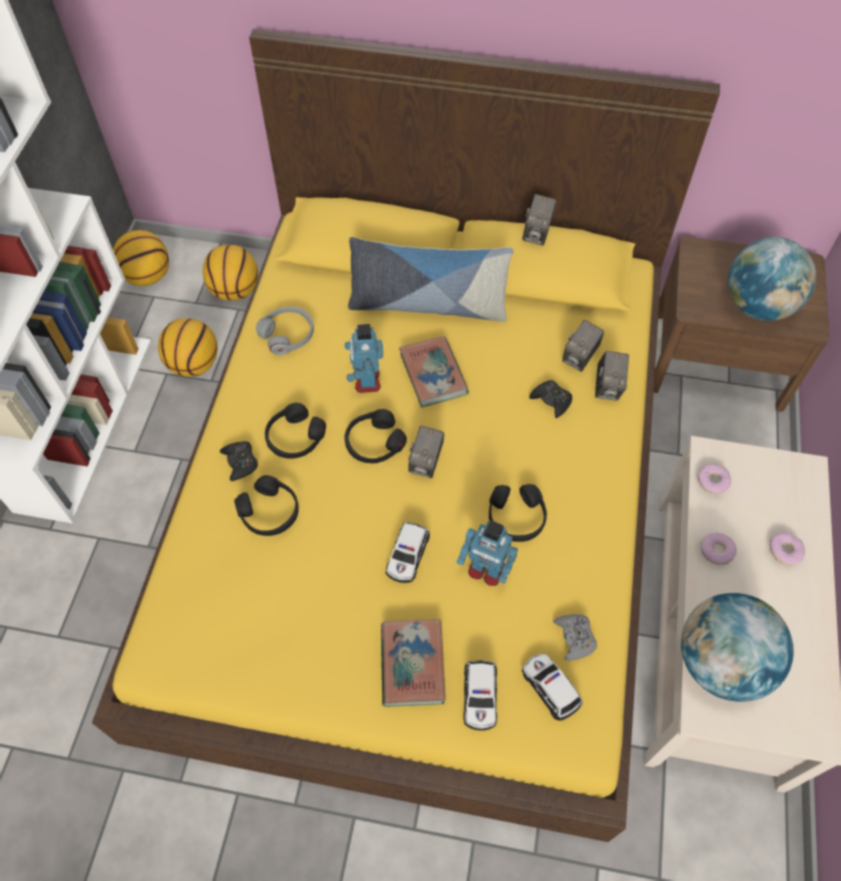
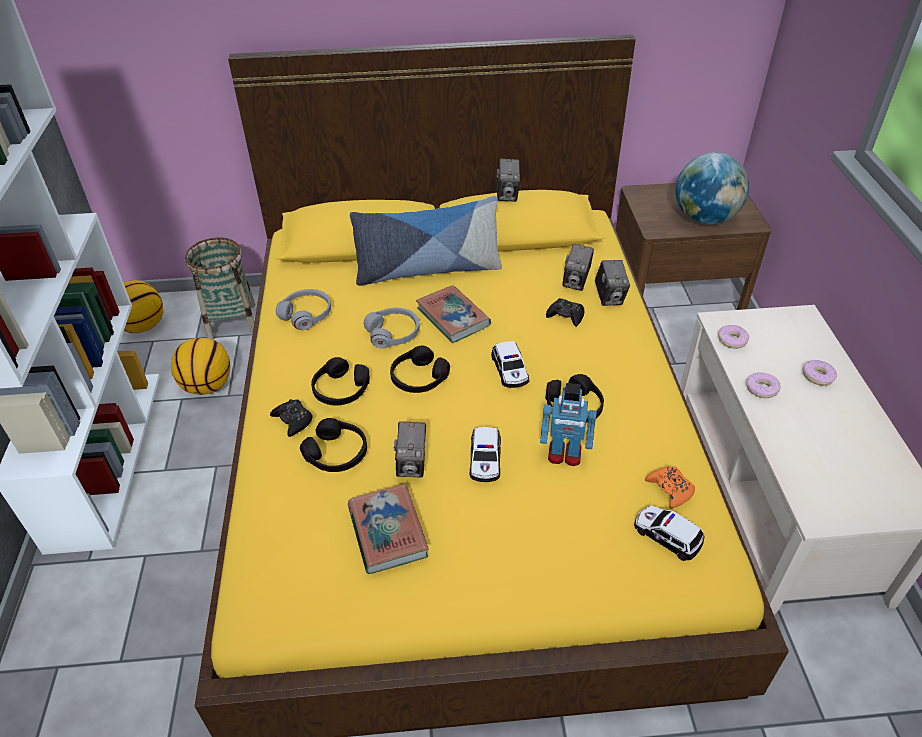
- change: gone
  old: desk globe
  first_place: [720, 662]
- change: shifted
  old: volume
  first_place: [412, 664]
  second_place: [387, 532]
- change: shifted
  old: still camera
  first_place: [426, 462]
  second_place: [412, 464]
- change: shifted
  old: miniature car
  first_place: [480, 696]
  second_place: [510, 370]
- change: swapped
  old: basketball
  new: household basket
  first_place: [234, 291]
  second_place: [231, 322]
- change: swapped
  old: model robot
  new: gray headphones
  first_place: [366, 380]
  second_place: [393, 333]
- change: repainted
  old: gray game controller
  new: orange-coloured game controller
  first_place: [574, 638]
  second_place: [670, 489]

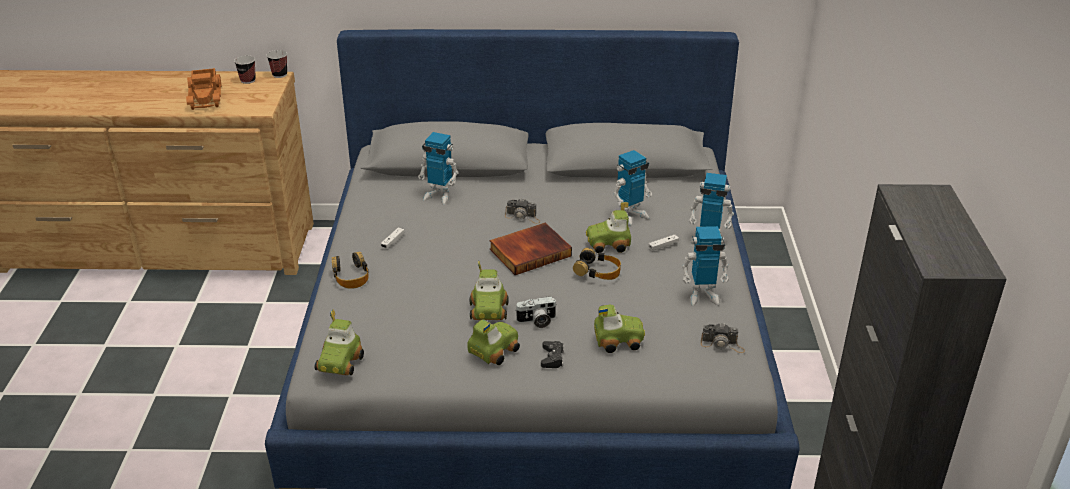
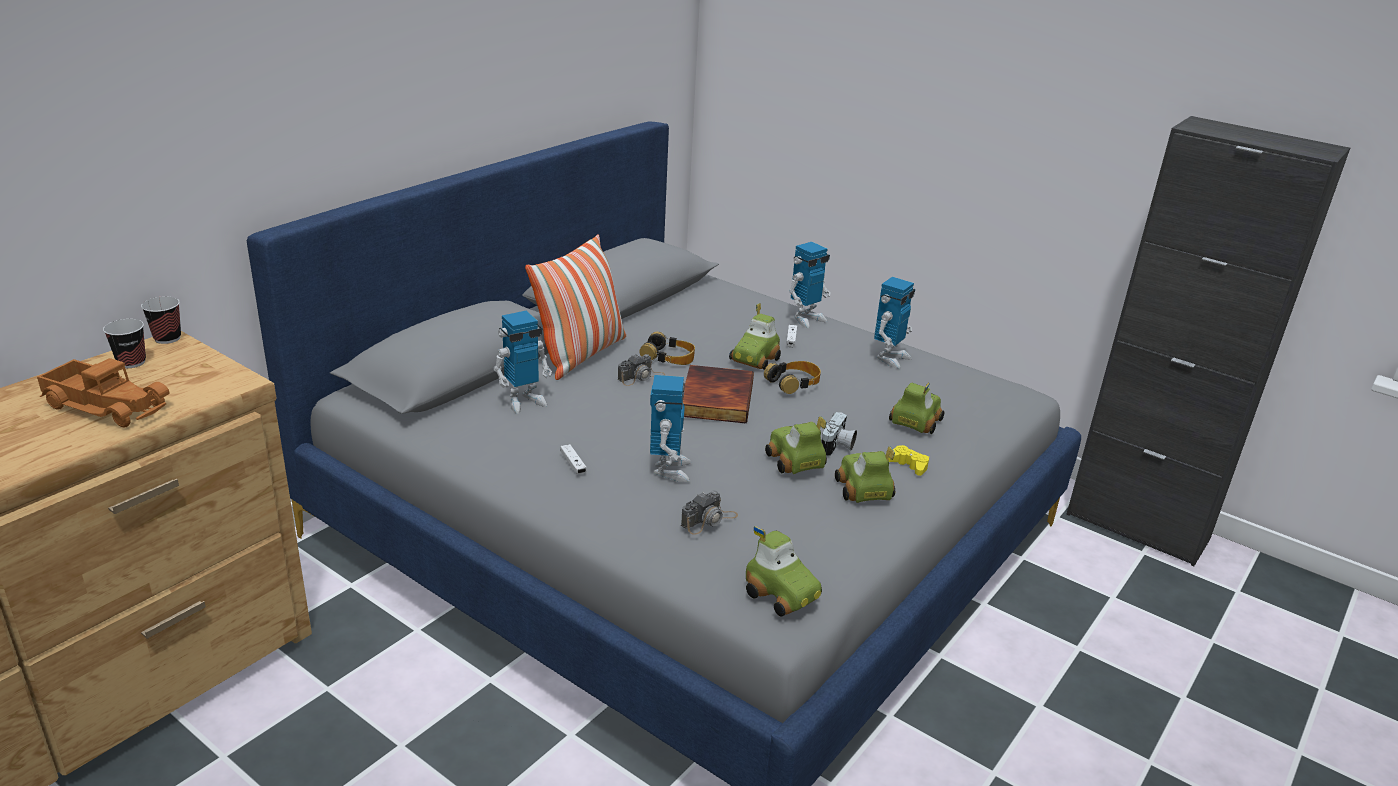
- change: new
  new: cushion
  second_place: [581, 355]
- change: shifted
  old: headphones
  first_place: [351, 276]
  second_place: [668, 357]
- change: shifted
  old: model robot
  first_place: [631, 215]
  second_place: [669, 470]
- change: shifted
  old: still camera
  first_place: [722, 344]
  second_place: [709, 520]
- change: repainted
  old: blackish game controller
  new: yellow-coloured game controller
  first_place: [552, 358]
  second_place: [908, 465]
- change: rotated
  old: miniature car
  first_place: [489, 310]
  second_place: [794, 461]
  degrees: -150

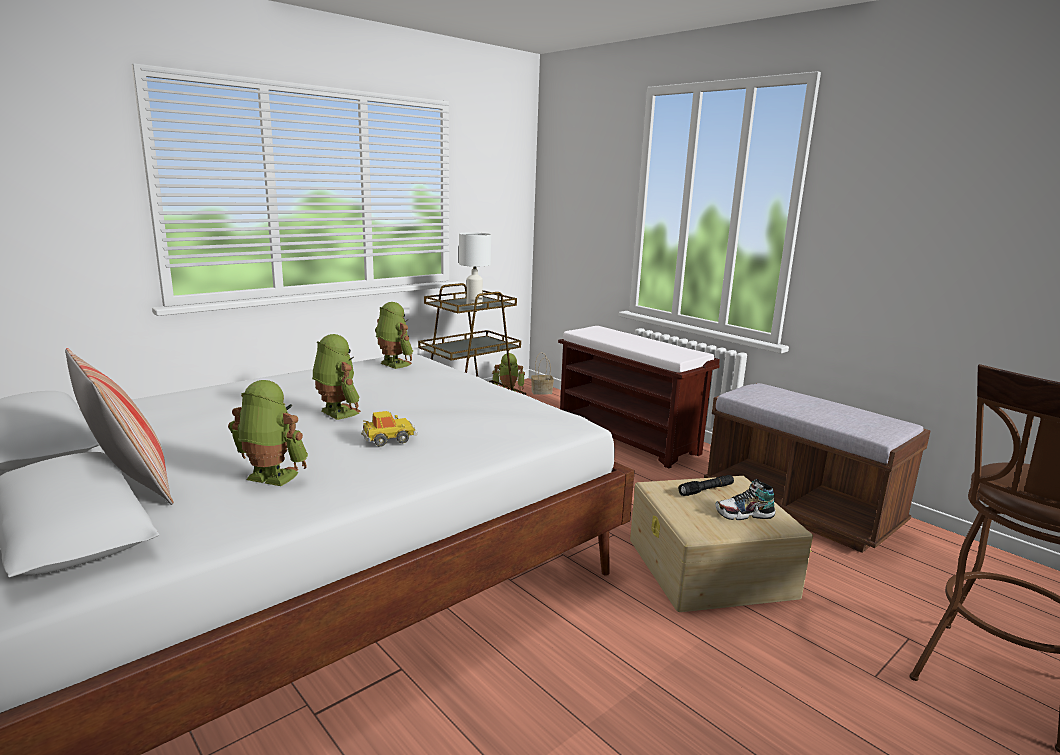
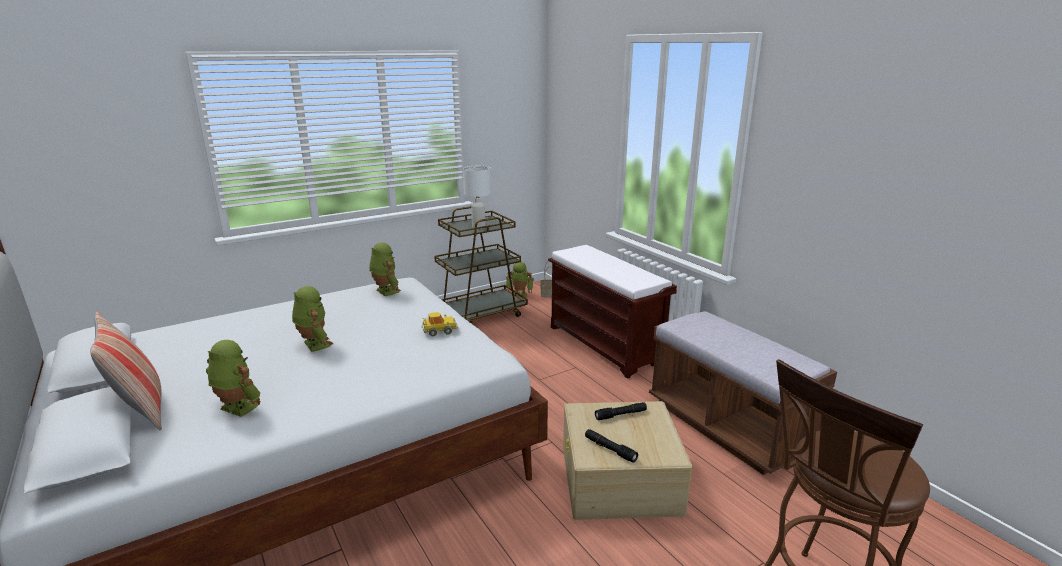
- change: gone
  old: item of footwear
  first_place: [744, 515]
- change: new
  new: blackish flashlight
  second_place: [610, 449]
- change: shifted
  old: miniature car
  first_place: [389, 439]
  second_place: [439, 331]

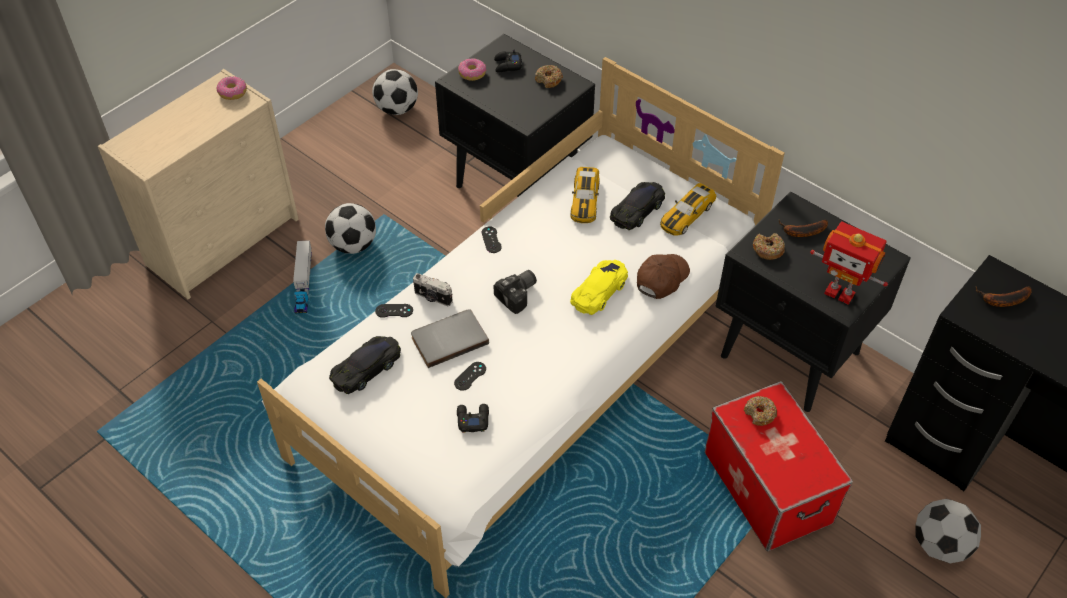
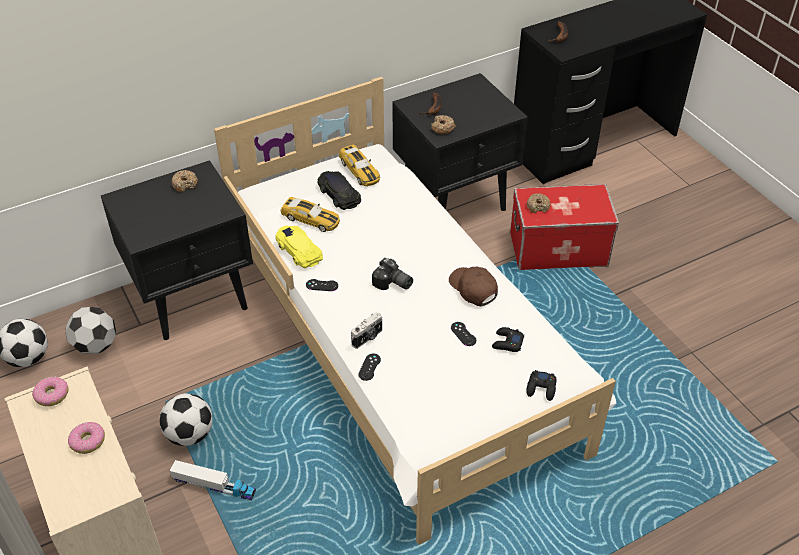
- change: gone
  old: blackish miniature car
  first_place: [367, 368]
- change: gone
  old: gray volume
  first_place: [448, 338]
- change: gone
  old: model robot
  first_place: [840, 292]
- change: shifted
  old: donut
  first_place: [472, 73]
  second_place: [88, 441]
- change: shifted
  old: blackish game controller
  first_place: [507, 65]
  second_place: [541, 388]
- change: shifted
  old: yellow-coloured miniature car
  first_place: [600, 290]
  second_place: [298, 250]
- change: shifted
  old: brown peaked cap
  first_place: [661, 279]
  second_place: [473, 289]
- change: shifted
  old: football ball
  first_place: [939, 545]
  second_place: [96, 346]
- change: rotated
  old: still camera
  first_place: [519, 295]
  second_place: [392, 284]
  degrees: 150

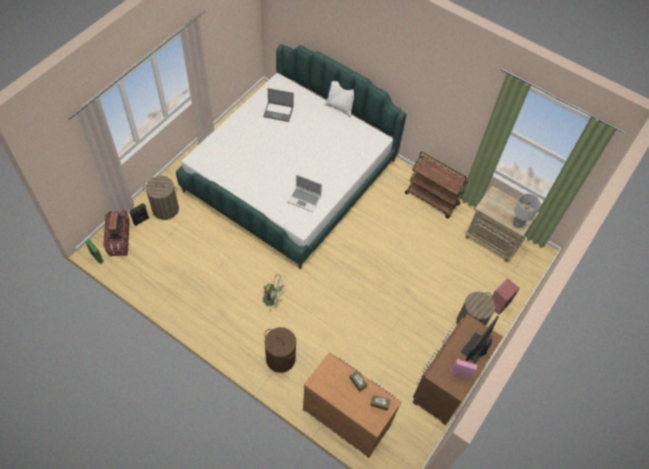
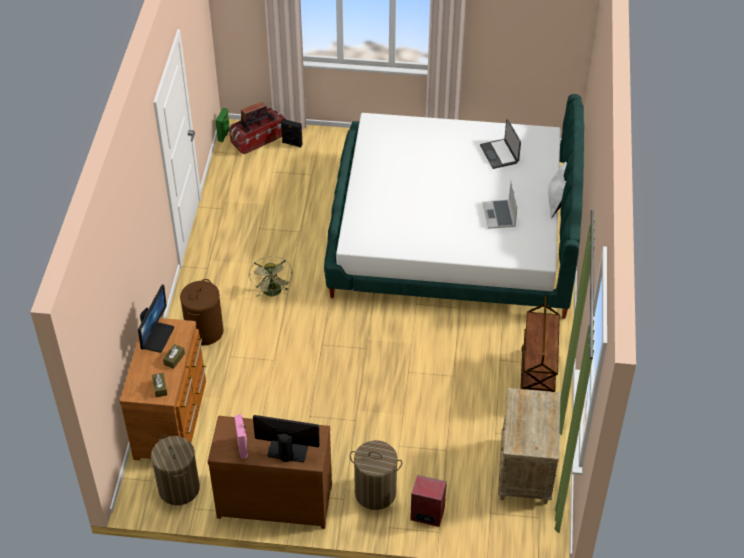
- change: gone
  old: gray tabletop lamp
  first_place: [518, 224]
- change: new
  new: computer screen
  second_place: [156, 336]
- change: shifted
  old: washing basket
  first_place: [165, 209]
  second_place: [179, 488]
- change: shifted
  old: laptop
  first_place: [304, 199]
  second_place: [499, 215]

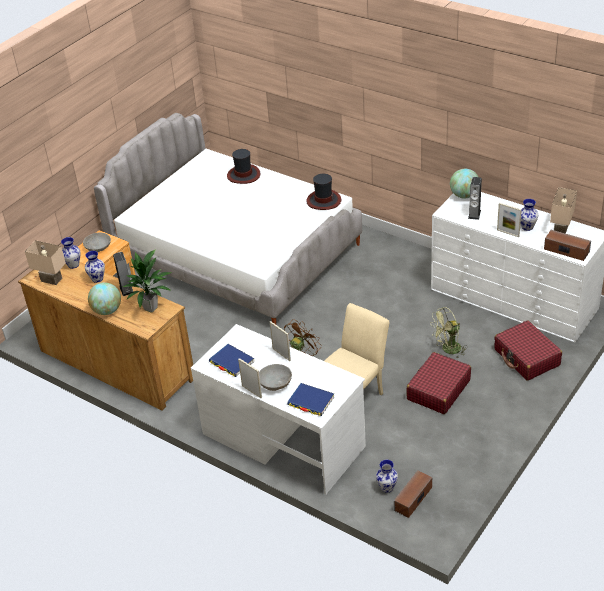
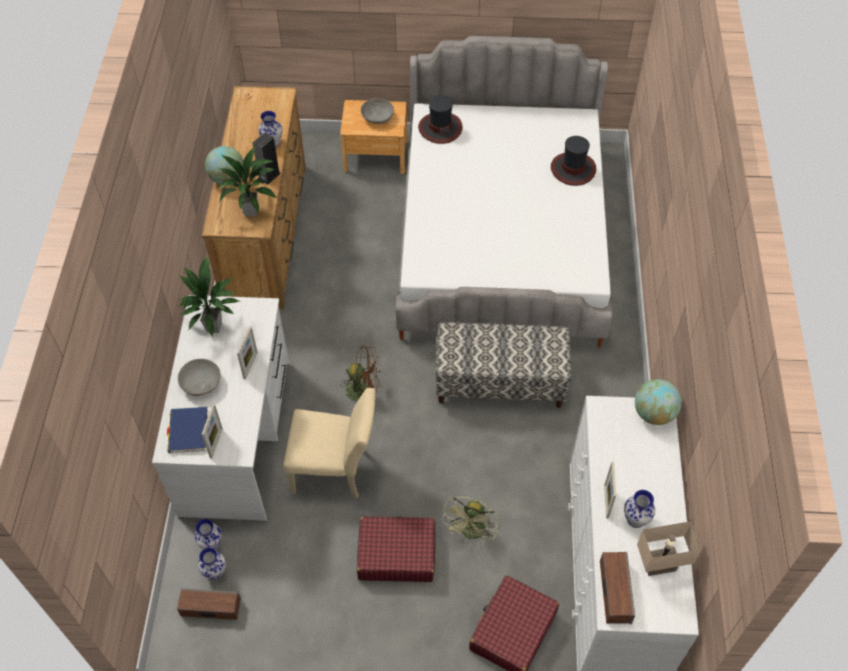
- change: gone
  old: beige tabletop lamp
  first_place: [50, 280]
- change: gone
  old: audio speaker
  first_place: [474, 214]
- change: new
  new: long seat
  second_place: [500, 382]
- change: shifted
  old: decorative vase
  first_place: [73, 265]
  second_place: [211, 544]
- change: shifted
  old: picture frame
  first_place: [252, 391]
  second_place: [216, 443]
- change: shifted
  old: clothing hat
  first_place: [323, 200]
  second_place: [440, 128]
- change: swapped
  old: bluish volume
  new: plant in a pot
  first_place: [231, 362]
  second_place: [214, 326]
- change: rotated
  old: green-coloured fan
  first_place: [448, 350]
  second_place: [472, 533]
  degrees: -105

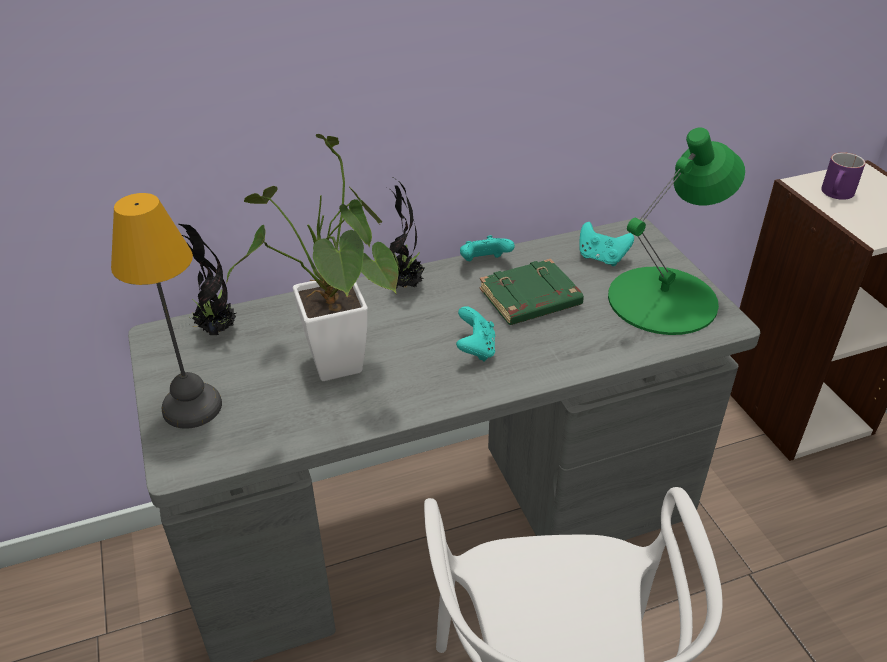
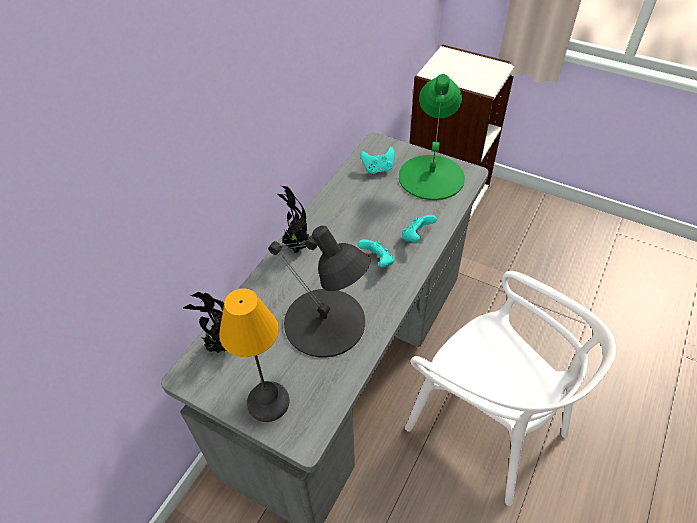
- change: gone
  old: green-coloured volume
  first_place: [530, 299]
- change: gone
  old: purple coffee mug
  first_place: [837, 195]
- change: shifted
  old: turquoise-coloured game controller
  first_place: [484, 263]
  second_place: [416, 237]
- change: swapped
  old: plant in a pot
  new: blackish tabletop lamp
  first_place: [339, 373]
  second_place: [325, 323]

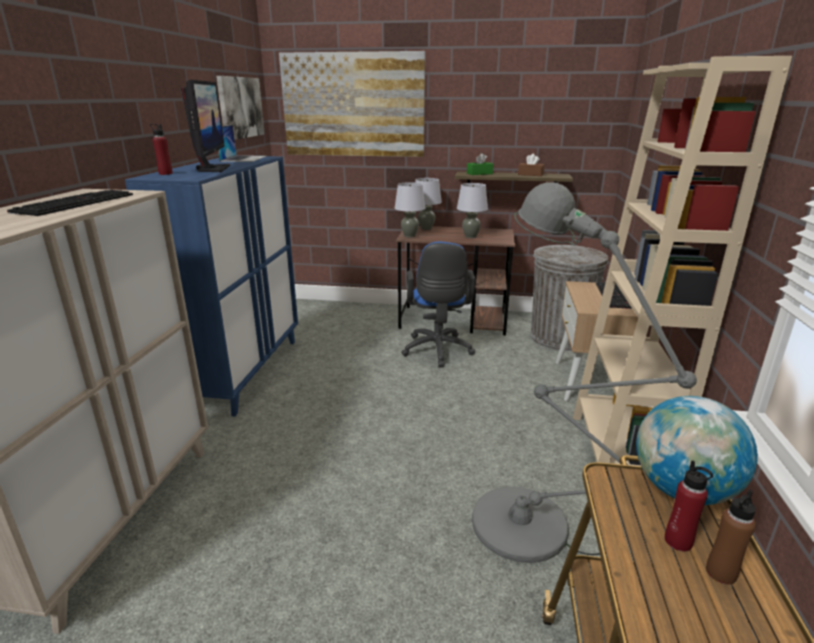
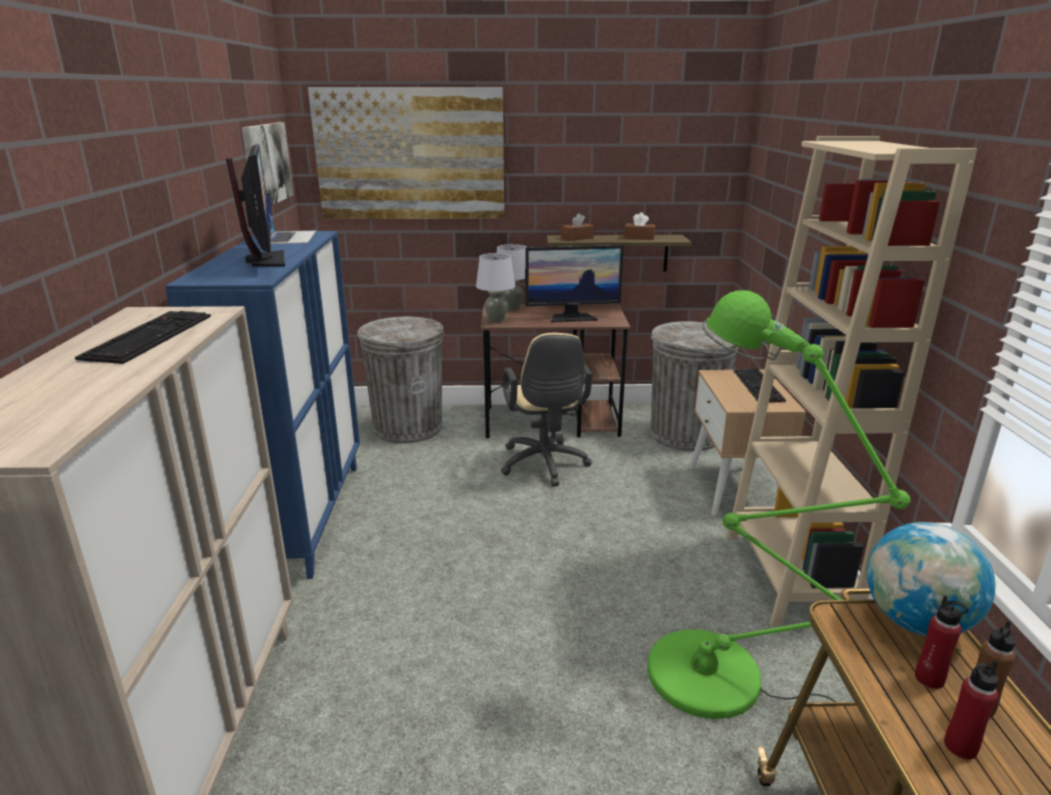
- change: new
  new: gray rubbish bin
  second_place: [408, 428]
- change: shifted
  old: red bottle
  first_place: [165, 174]
  second_place: [960, 746]
- change: swapped
  old: gray tabletop lamp
  new: computer screen
  first_place: [470, 236]
  second_place: [572, 317]
- change: repainted
  old: bluish computer chair
  new: beige computer chair
  first_place: [437, 352]
  second_place: [544, 466]
- change: repainted
  old: green-coloured tissue holder
  new: brown tissue holder
  first_place: [479, 173]
  second_place: [577, 238]
- change: repainted
  old: gray standing lamp
  new: green-coloured standing lamp
  first_place: [532, 530]
  second_place: [720, 679]

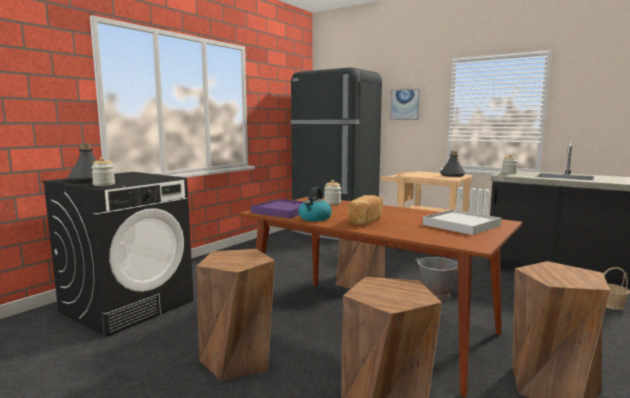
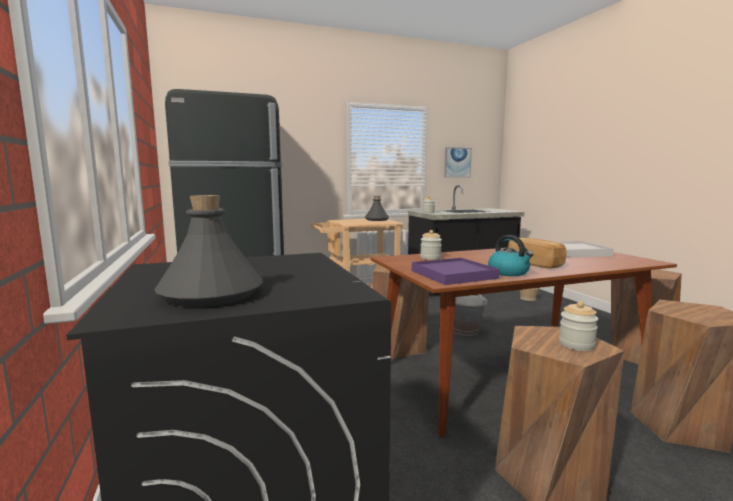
- change: shifted
  old: storage jar
  first_place: [104, 184]
  second_place: [576, 344]
- change: shifted
  old: wall art
  first_place: [405, 104]
  second_place: [457, 162]

